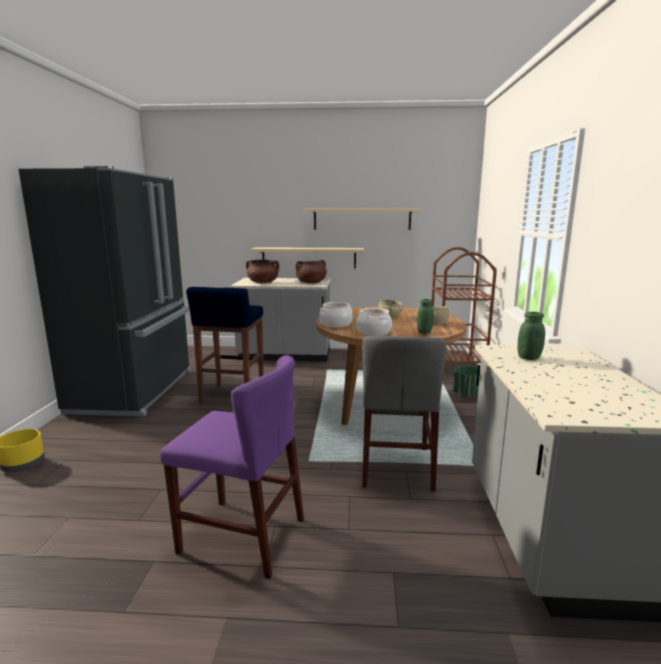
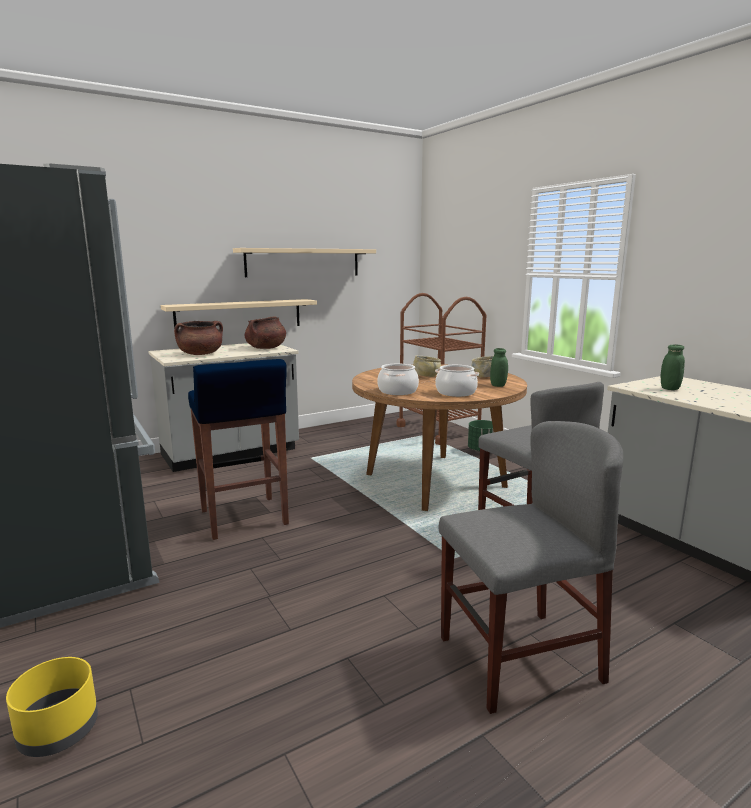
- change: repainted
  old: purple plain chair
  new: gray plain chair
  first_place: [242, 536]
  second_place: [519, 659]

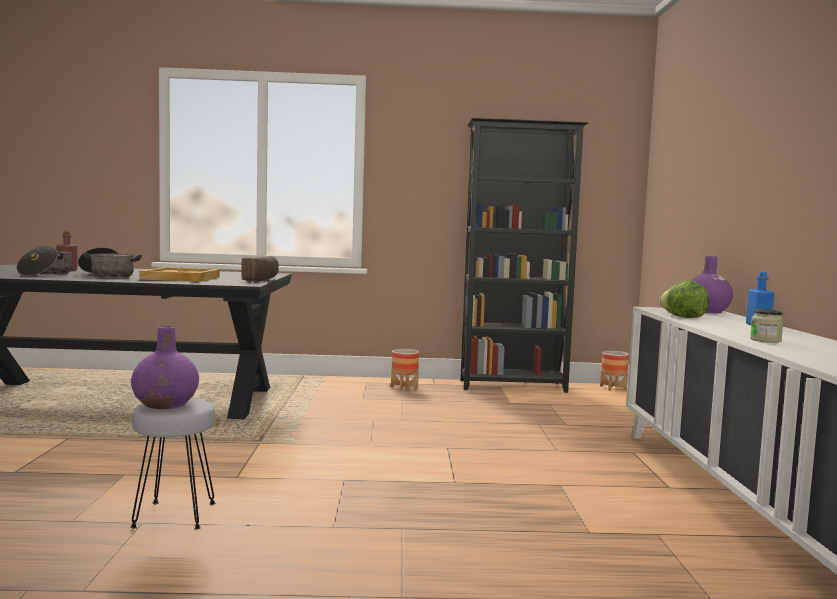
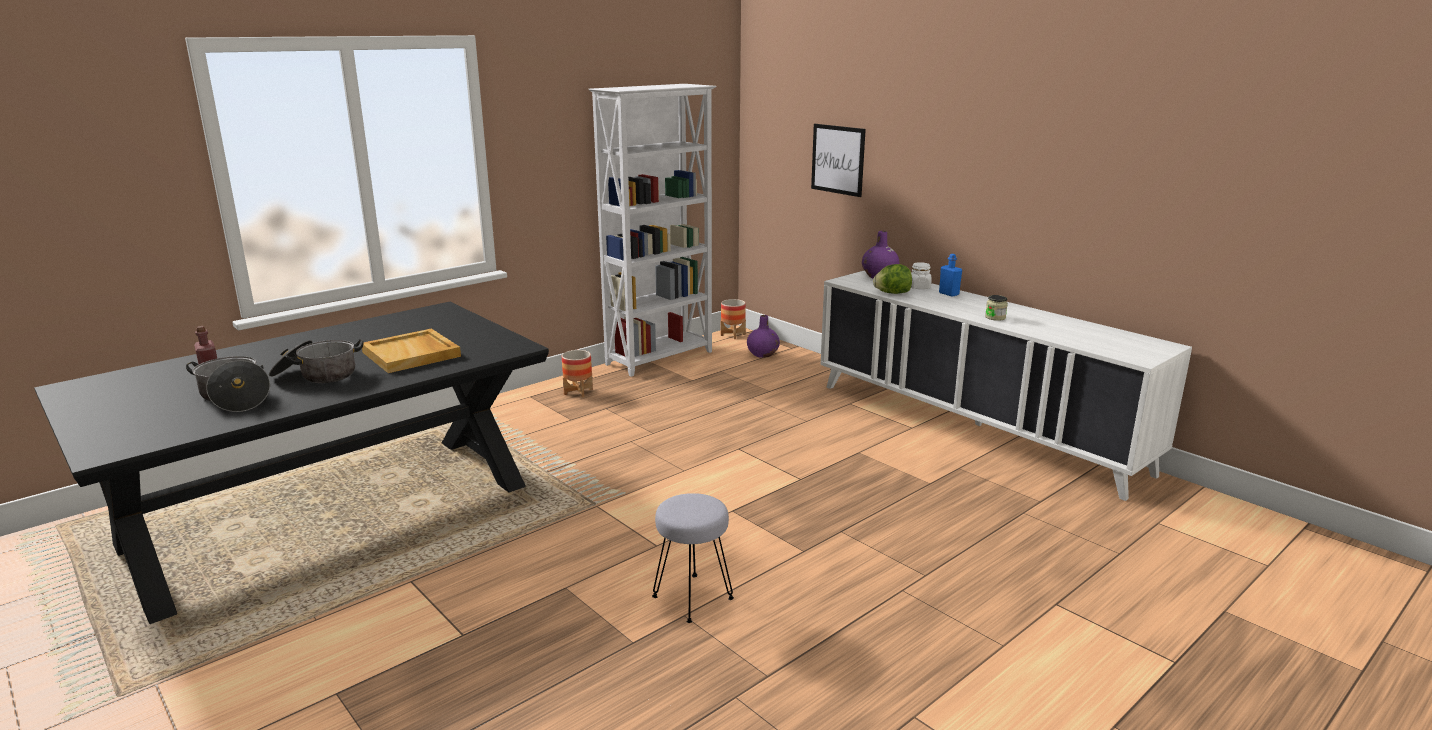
- change: gone
  old: bread
  first_place: [262, 279]
- change: new
  new: wall art
  second_place: [838, 159]
- change: new
  new: white-coloured storage jar
  second_place: [919, 287]
- change: shifted
  old: purple decorative vase
  first_place: [166, 404]
  second_place: [763, 354]
- change: repainted
  old: blackish bookshelf
  new: white-coloured bookshelf
  first_place: [513, 386]
  second_place: [661, 358]

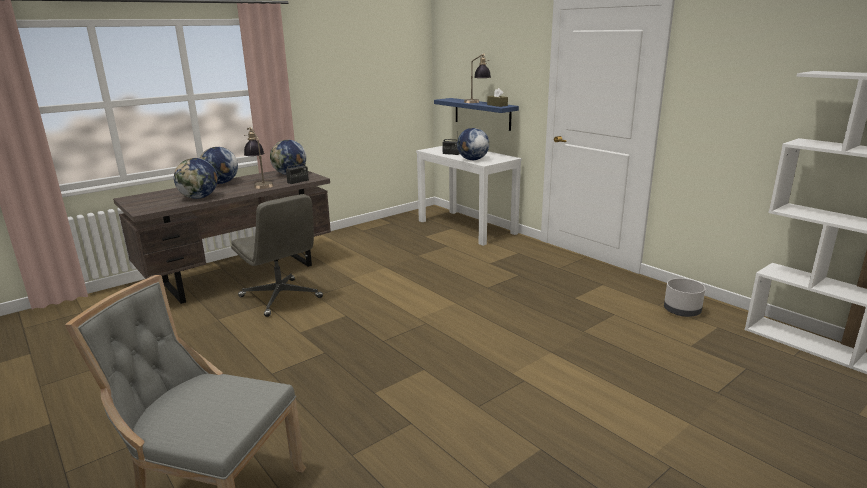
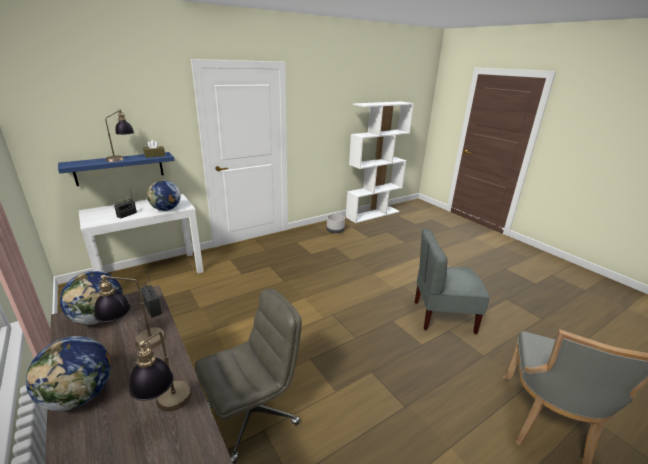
- change: new
  new: gray plain chair
  second_place: [443, 316]
- change: swapped
  old: desk globe
  new: tabletop lamp
  first_place: [199, 197]
  second_place: [168, 409]

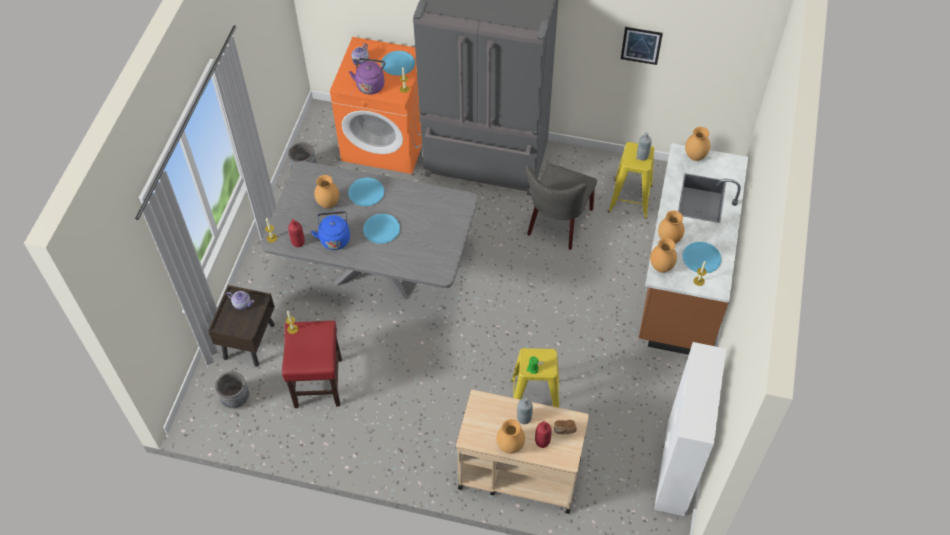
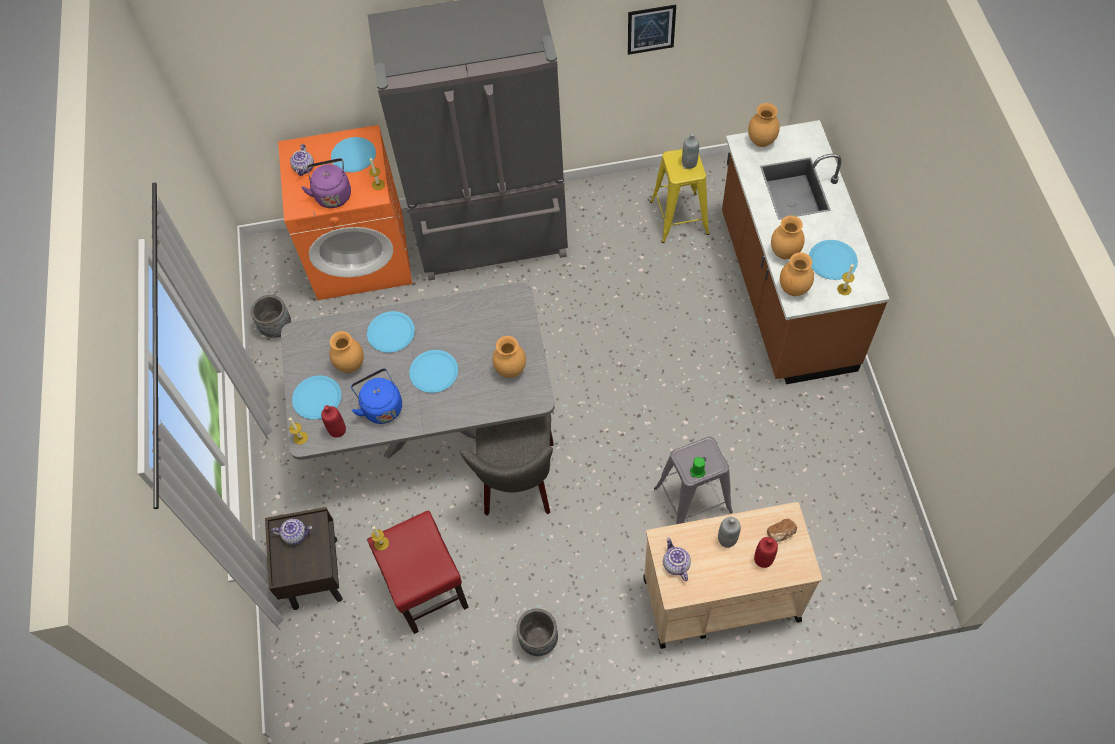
- change: gone
  old: white-coloured cabinet
  first_place: [675, 469]
- change: new
  new: bluish dinner plate
  second_place: [317, 398]
- change: new
  new: pot for tea
  second_place: [675, 564]
- change: shifted
  old: gray planter
  first_place: [236, 398]
  second_place: [538, 639]
- change: shifted
  old: brown decorative vase
  first_place: [510, 446]
  second_place: [511, 370]
- change: shifted
  old: gray plain chair
  first_place: [557, 224]
  second_place: [517, 484]
- change: repainted
  old: yellow-coloured stool
  new: gray stool
  first_place: [535, 399]
  second_place: [693, 500]

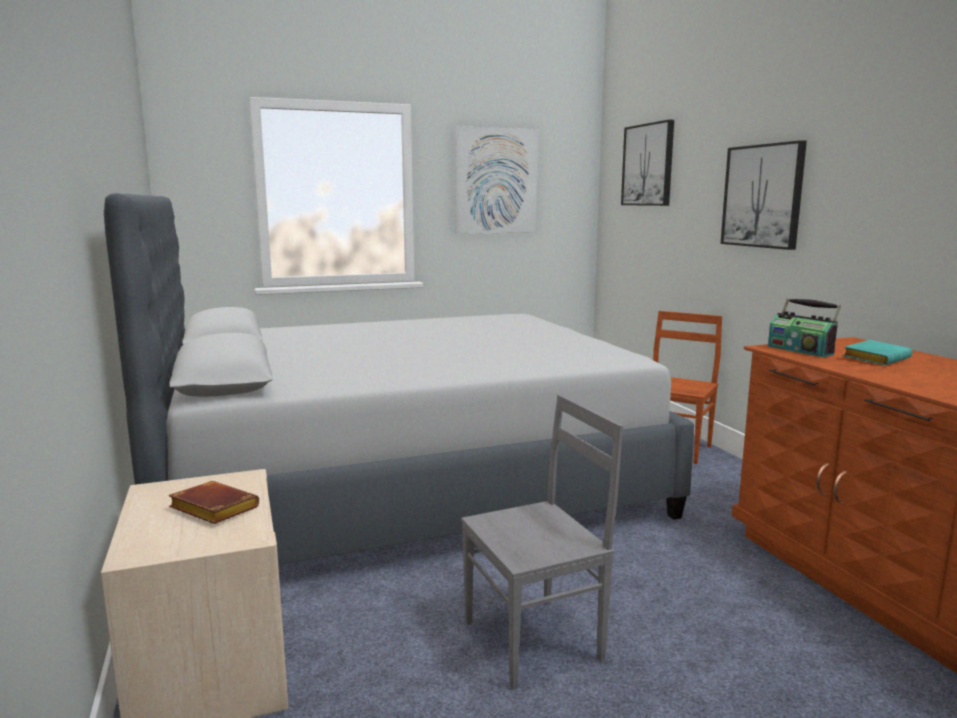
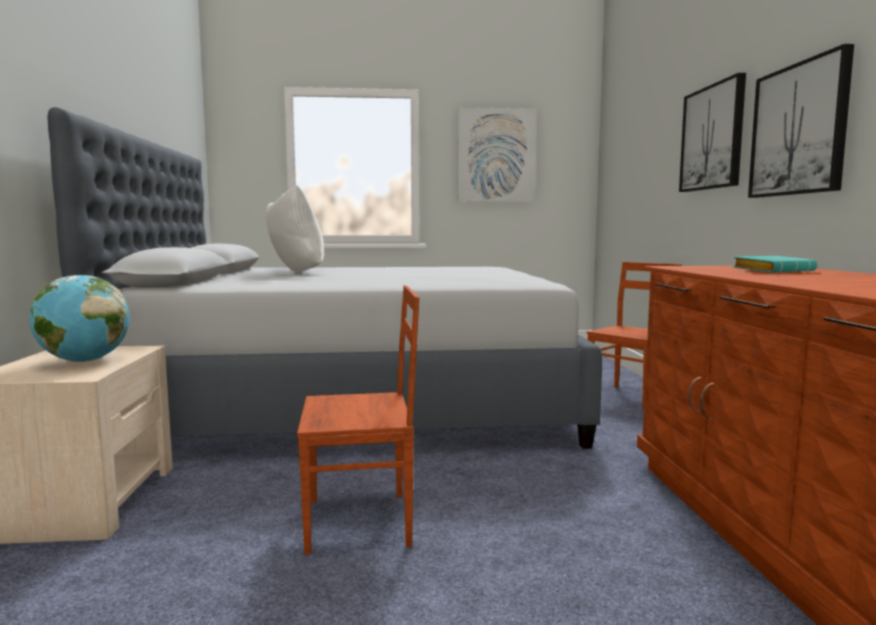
- change: gone
  old: radio set
  first_place: [801, 350]
- change: new
  new: white-coloured cushion
  second_place: [294, 273]
- change: shifted
  old: wall art
  first_place: [648, 165]
  second_place: [799, 130]
- change: swapped
  old: brown volume
  new: desk globe
  first_place: [211, 509]
  second_place: [84, 361]
- change: repainted
  old: gray plain chair
  new: brown plain chair
  first_place: [535, 641]
  second_place: [360, 522]

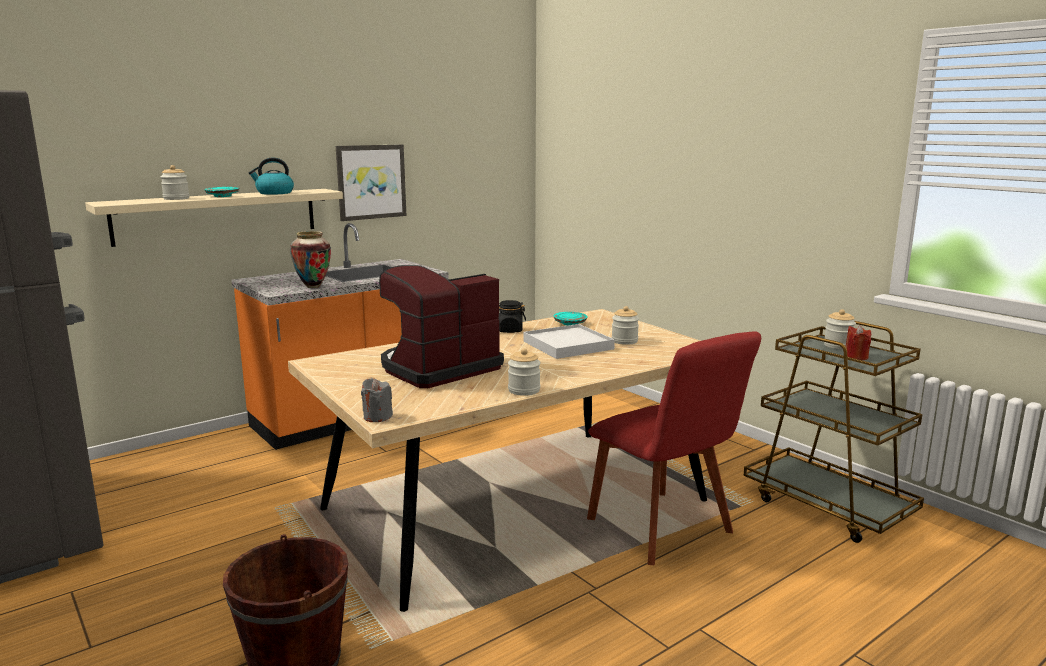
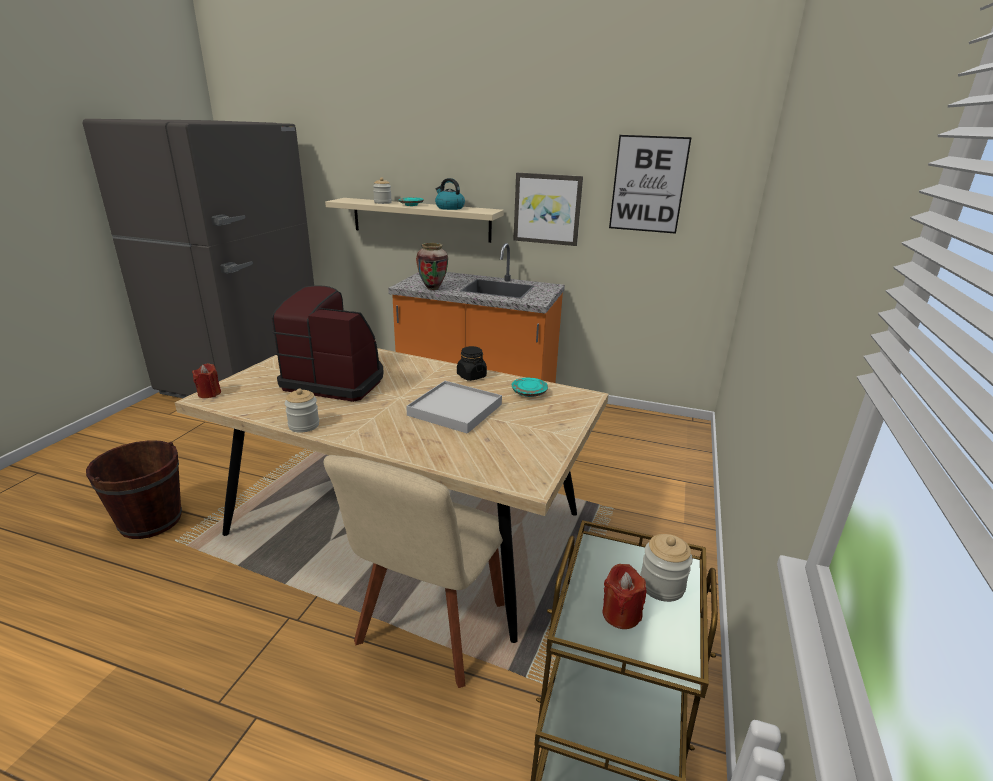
- change: gone
  old: storage jar
  first_place: [624, 341]
- change: new
  new: wall art
  second_place: [648, 184]
- change: repainted
  old: gray wax light
  new: red wax light
  first_place: [377, 417]
  second_place: [209, 393]
- change: repainted
  old: red plain chair
  new: beige plain chair
  first_place: [663, 529]
  second_place: [429, 629]

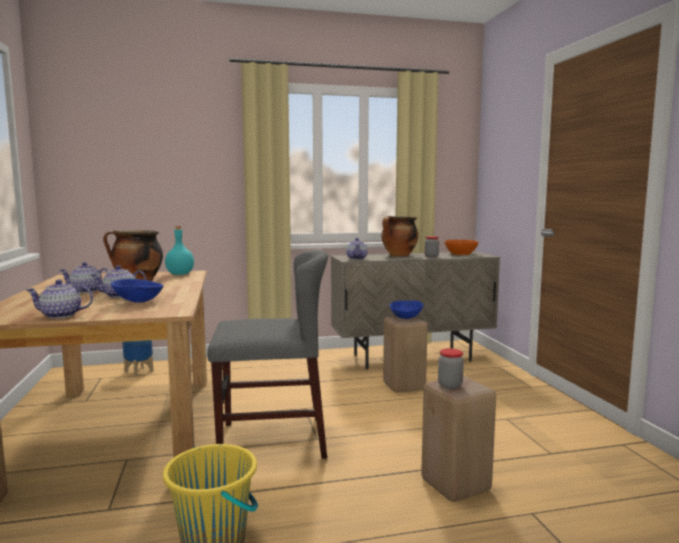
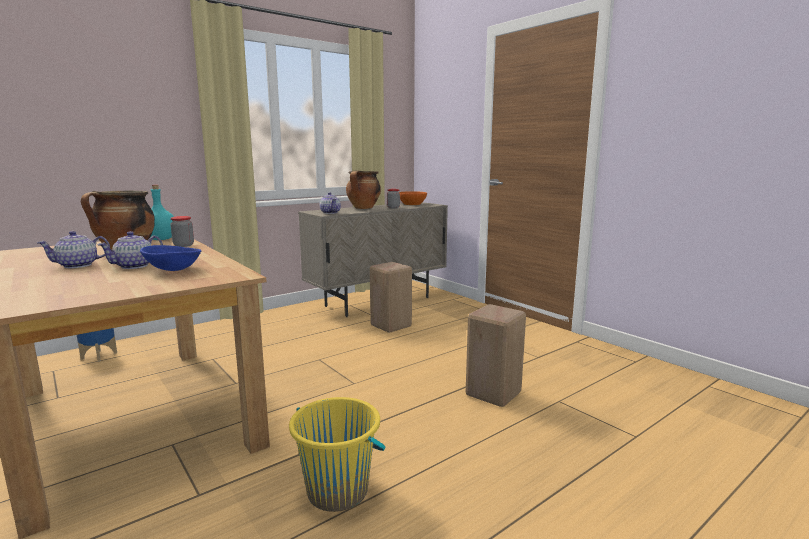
- change: gone
  old: pot for tea
  first_place: [61, 315]
- change: gone
  old: gray plain chair
  first_place: [272, 440]
- change: gone
  old: bluish deep dish
  first_place: [406, 318]
- change: shifted
  old: storage jar
  first_place: [450, 385]
  second_place: [183, 245]

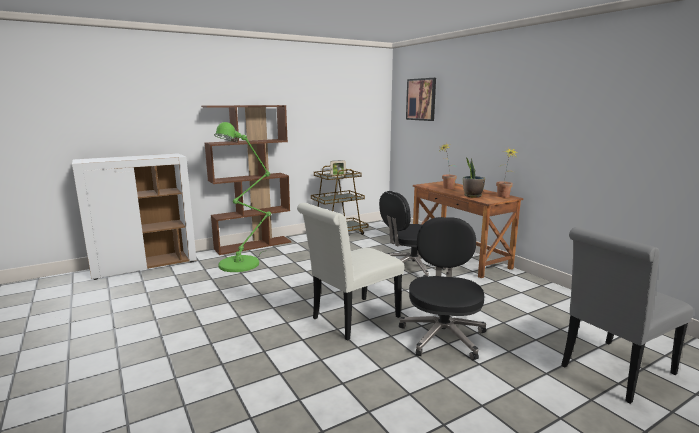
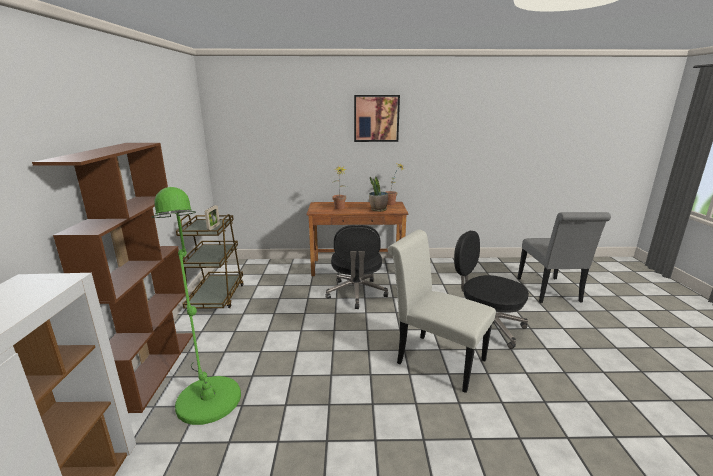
- change: shifted
  old: wall art
  first_place: [421, 99]
  second_place: [376, 118]
- change: rotated
  old: white-coloured plain chair
  first_place: [351, 320]
  second_place: [435, 359]
  degrees: 135

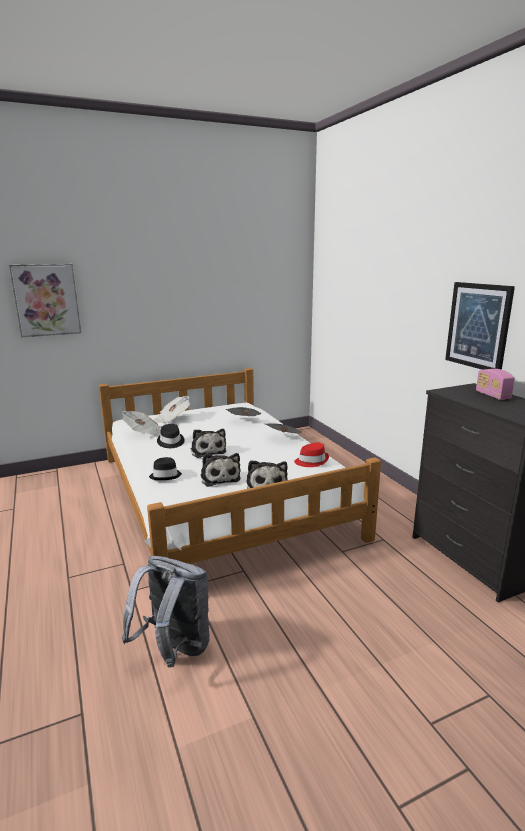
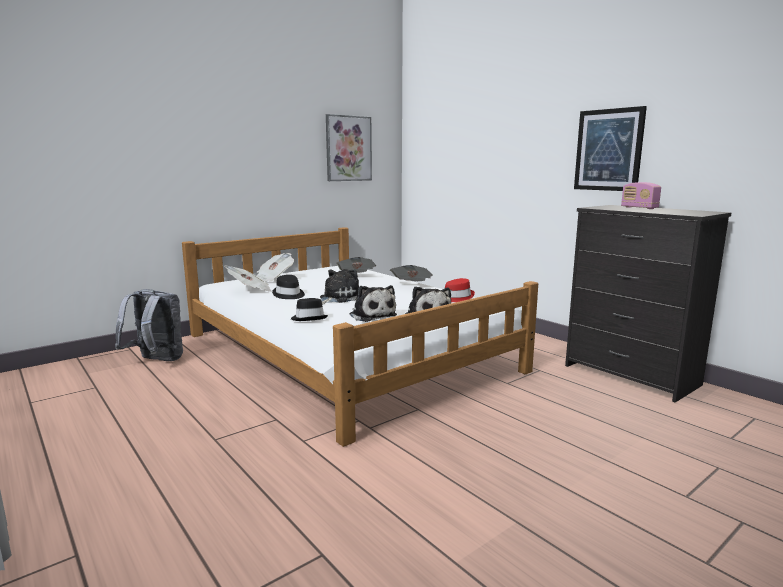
- change: shifted
  old: wall art
  first_place: [46, 300]
  second_place: [348, 148]
- change: shifted
  old: gray backpack
  first_place: [174, 650]
  second_place: [156, 361]
- change: rotated
  old: soft toy
  first_place: [207, 451]
  second_place: [338, 298]
  degrees: -105

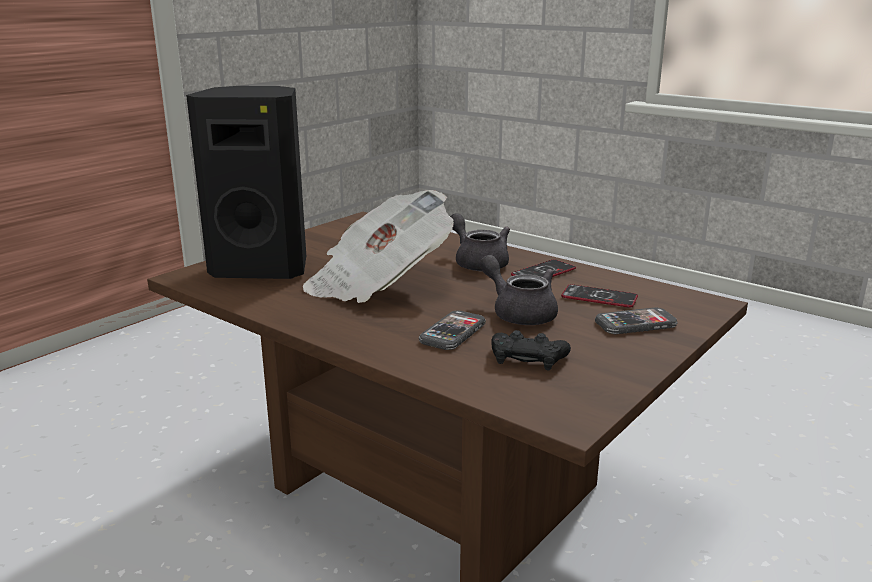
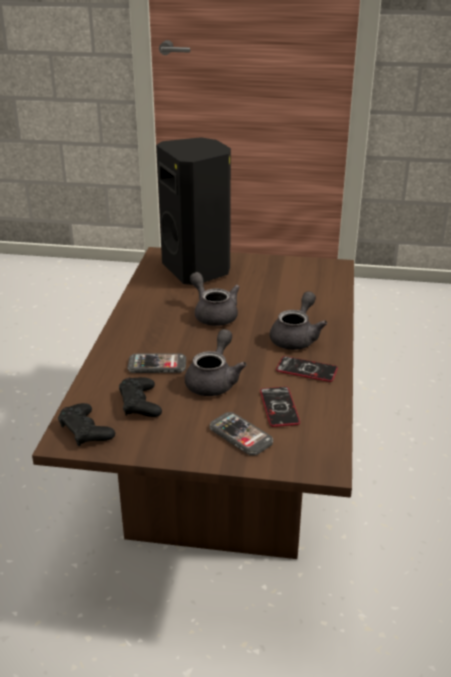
- change: new
  new: blackish game controller
  second_place: [86, 431]
- change: swapped
  old: printed paper
  new: gray pot for tea
  first_place: [378, 283]
  second_place: [213, 314]

